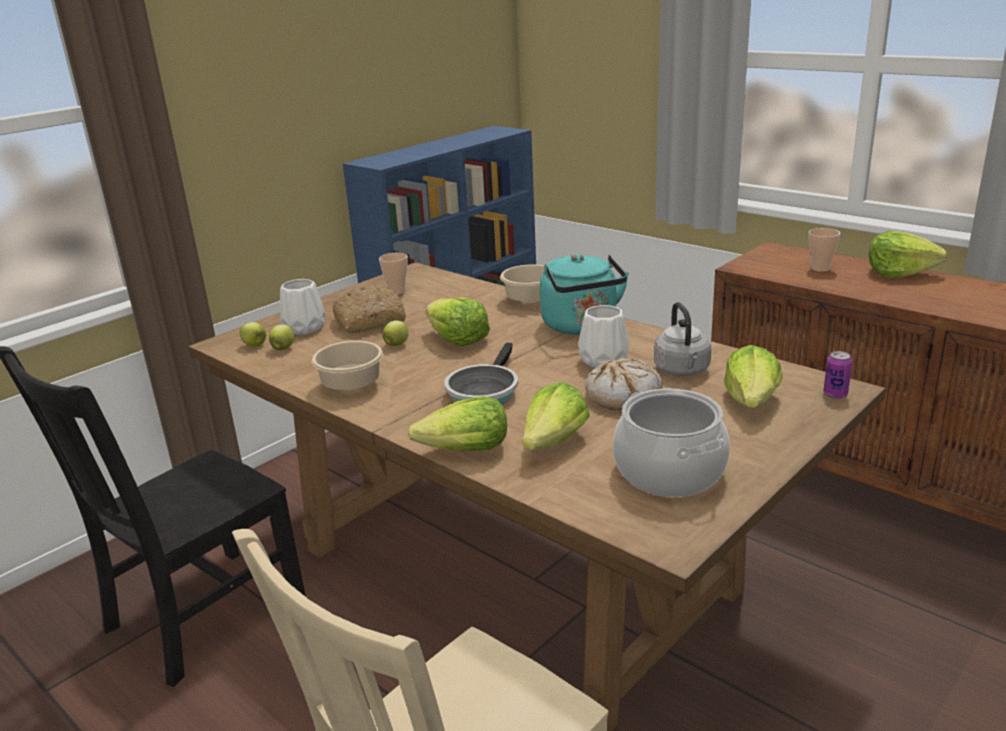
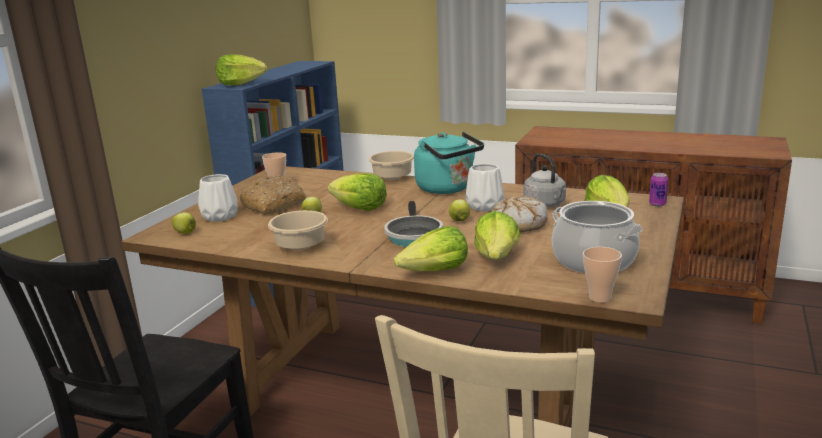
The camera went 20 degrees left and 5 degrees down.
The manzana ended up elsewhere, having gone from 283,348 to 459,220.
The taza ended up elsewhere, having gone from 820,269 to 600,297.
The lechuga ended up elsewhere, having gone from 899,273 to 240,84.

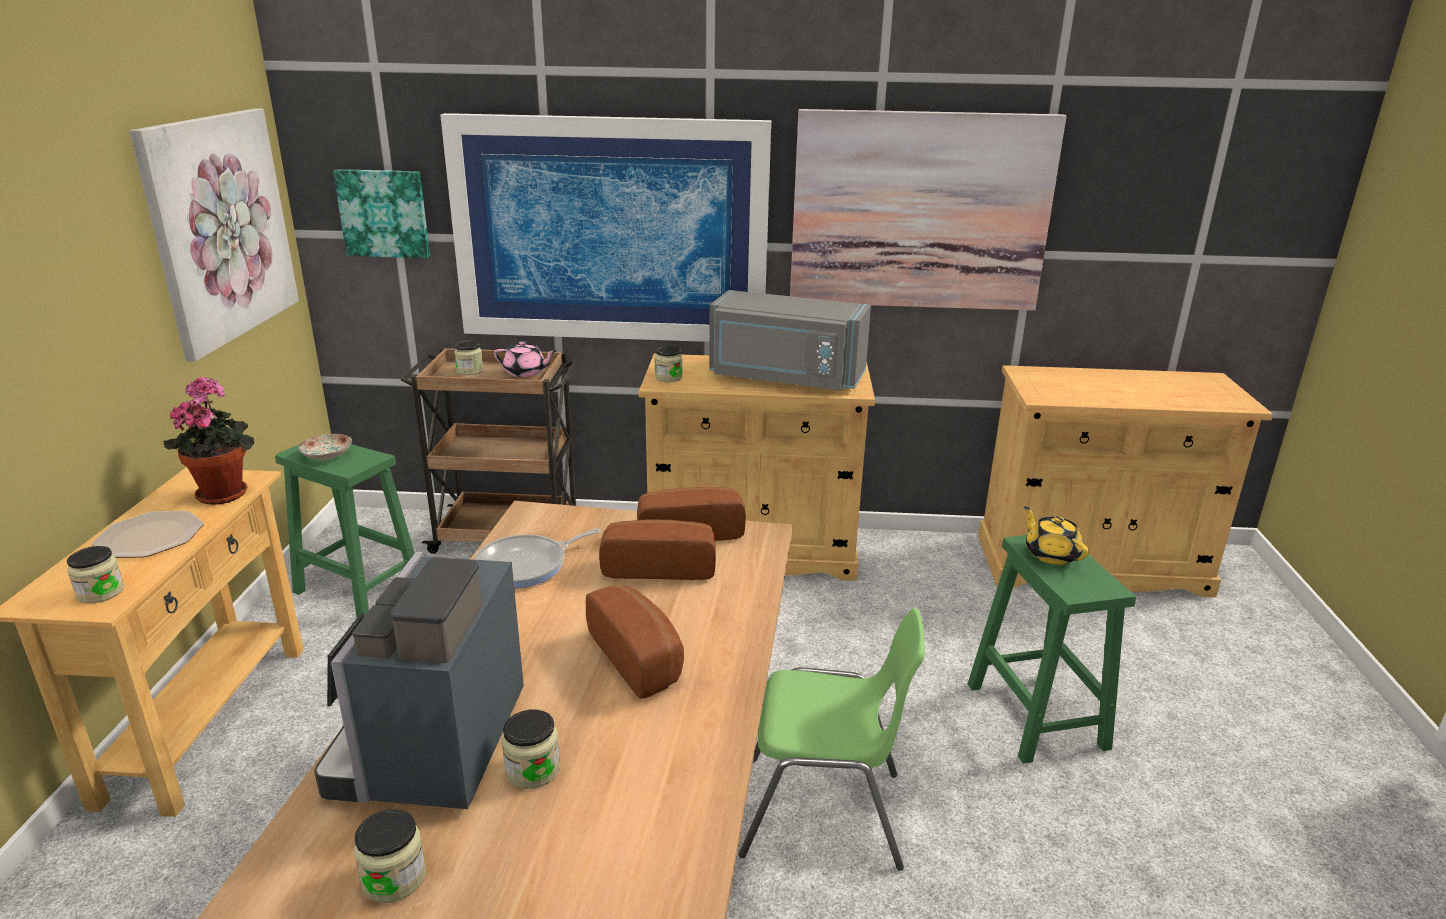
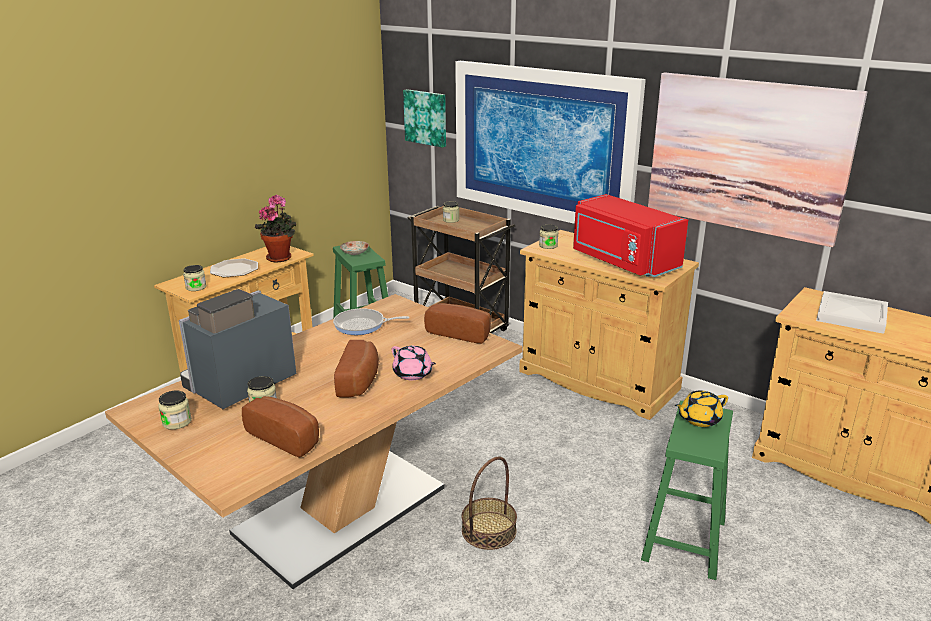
The camera went 35 degrees right and 0 degrees up.
The second view lost the cuadro at 220,228.
The tetera/rosa ended up elsewhere, having gone from 525,372 to 413,374.
The pan ended up elsewhere, having gone from 659,566 to 286,437.
What was the microondas/gris at 785,378 turned into the microondas/rojo at 622,261.
Where the silla/verde stood at 825,813, the cesta came to stand at 489,530.
The tetera/amarillo at 1051,554 ended up facing another way, 120 degrees counterclockwise from before.
The second view gained the bandeja/blanco at 850,315.

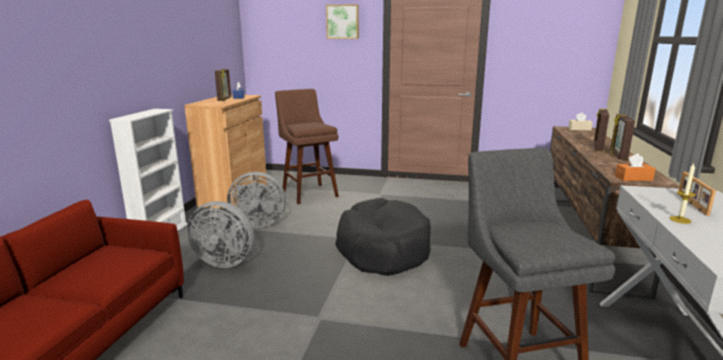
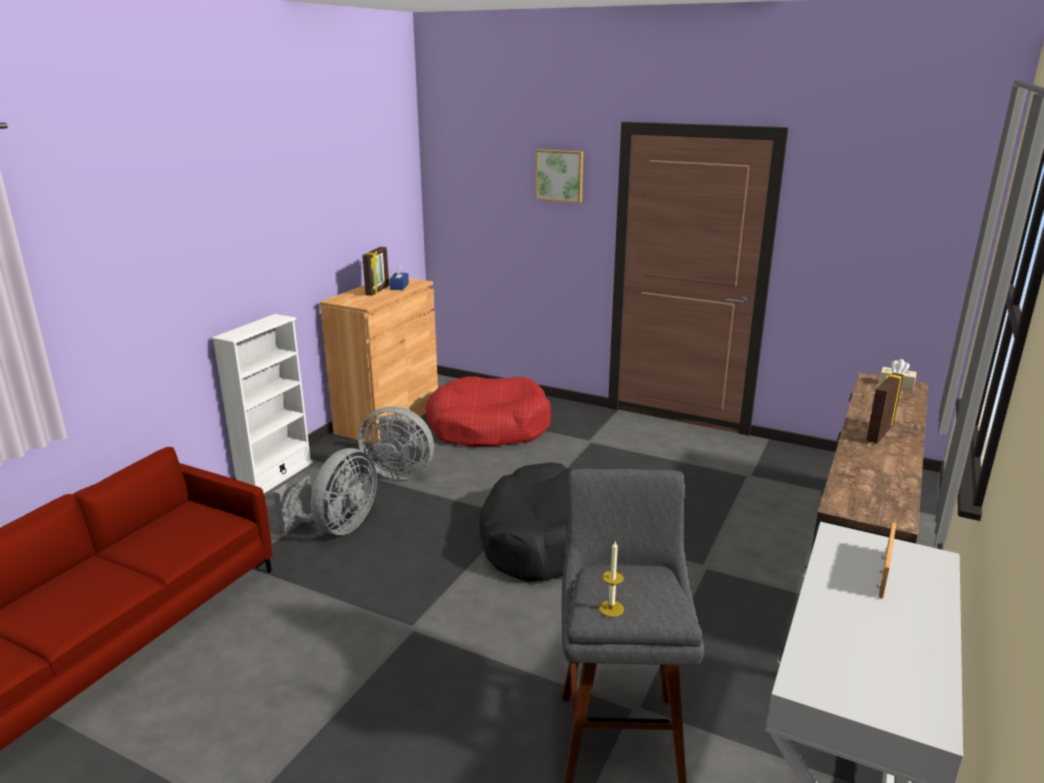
The camera went 15 degrees right and 5 degrees up.
The ventilador/gris at 226,261 ended up facing another way, 90 degrees counterclockwise from before.
Where the taburete/marrón stood at 308,193, the cama para perro/rojo came to stand at 488,427.
The second view lost the portarretratos at 617,156.
The second view lost the caja de pañuelos/naranja at 633,178.
The vela ended up elsewhere, having gone from 680,220 to 611,608.

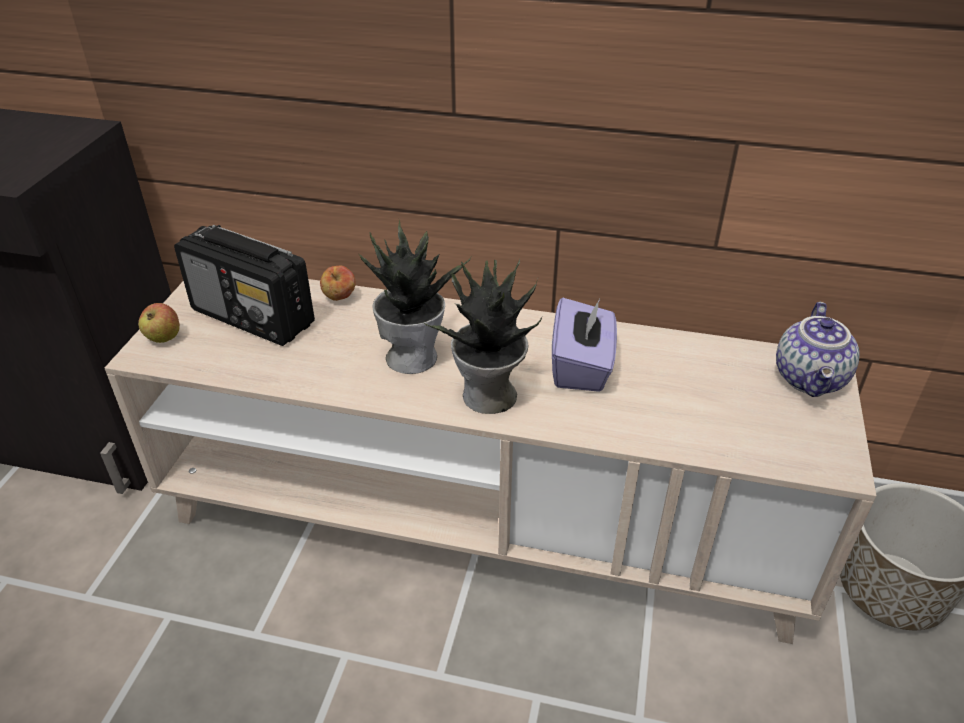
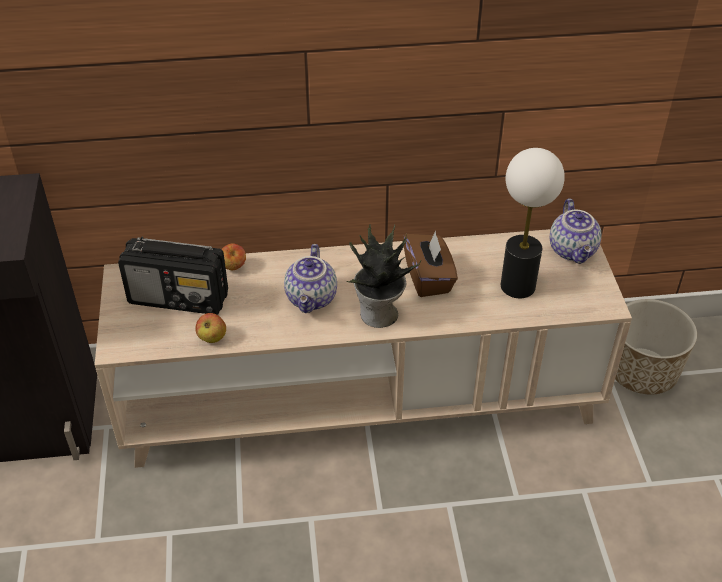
The camera went 20 degrees left and 5 degrees up.
The manzana ended up elsewhere, having gone from 164,338 to 212,338.
Where the planta en maceta stood at 413,356, the tetera came to stand at 312,299.
What was the caja de pañuelos/morado at 581,367 turned into the caja de pañuelos/marrón at 428,278.
The second view gained the lámpara de mesa at 517,286.

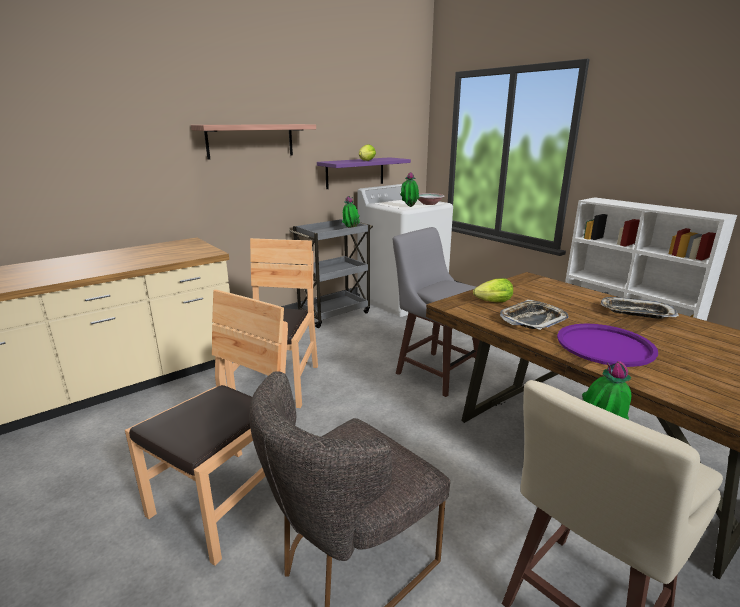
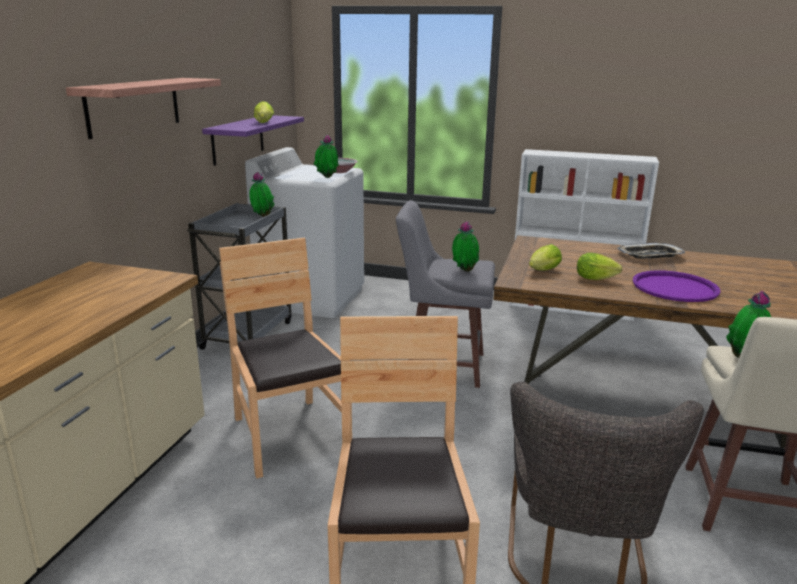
The camera went 35 degrees left and 0 degrees up.
Where the bandeja stood at 532,320, the lechuga came to stand at 597,279.
The second view gained the planta en maceta at 464,271.

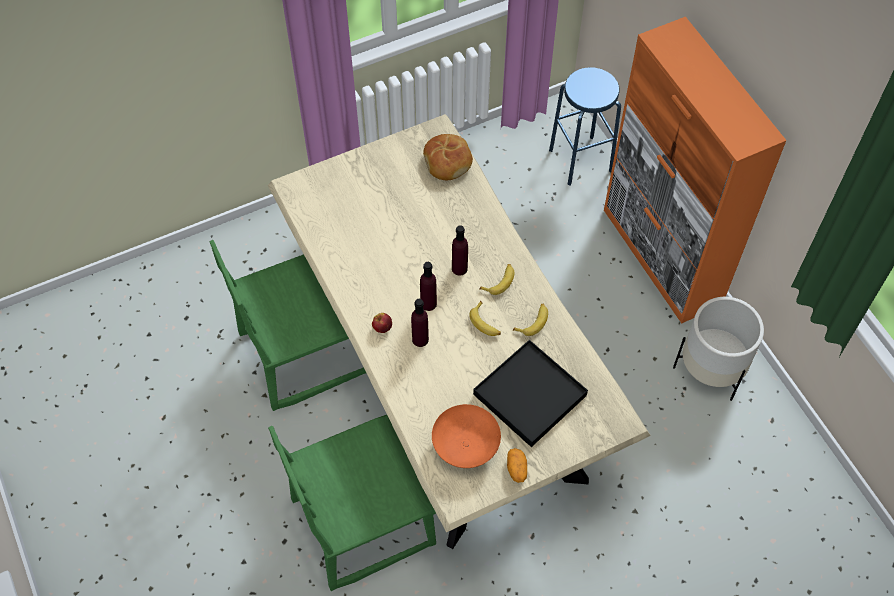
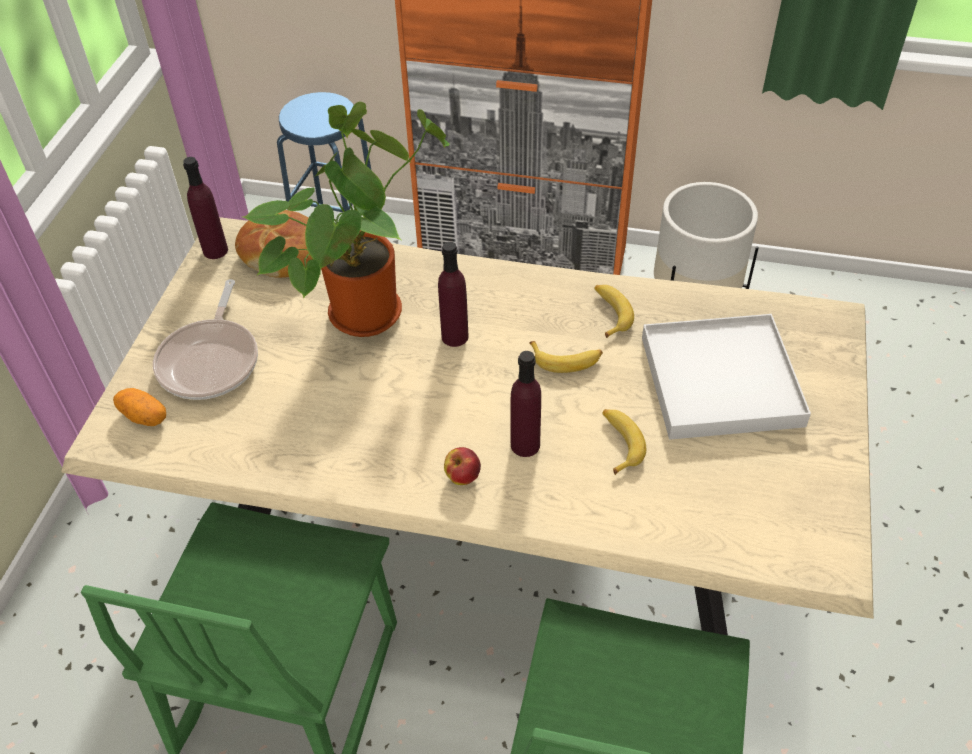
The camera went 50 degrees left and 10 degrees down.
The botella/morado ended up elsewhere, having gone from 428,303 to 215,250.
The second view lost the cuenco/naranja at 465,447.
What was the bandeja/negro at 529,395 turned into the bandeja/blanco at 720,381.
The plátano ended up elsewhere, having gone from 499,281 to 619,443.
The patata ended up elsewhere, having gone from 516,469 to 144,416.
The second view gained the sartén at 211,360.
The second view gained the planta en maceta at 365,307.

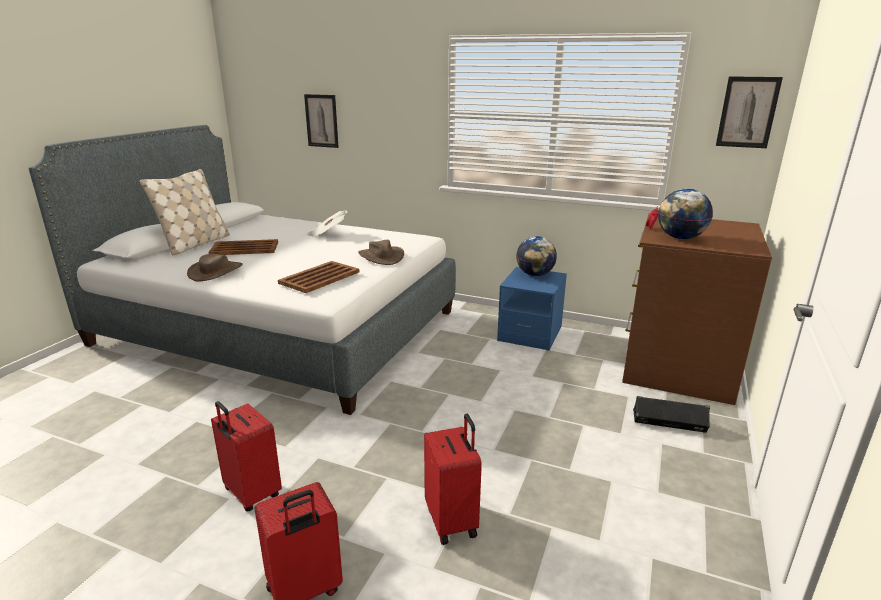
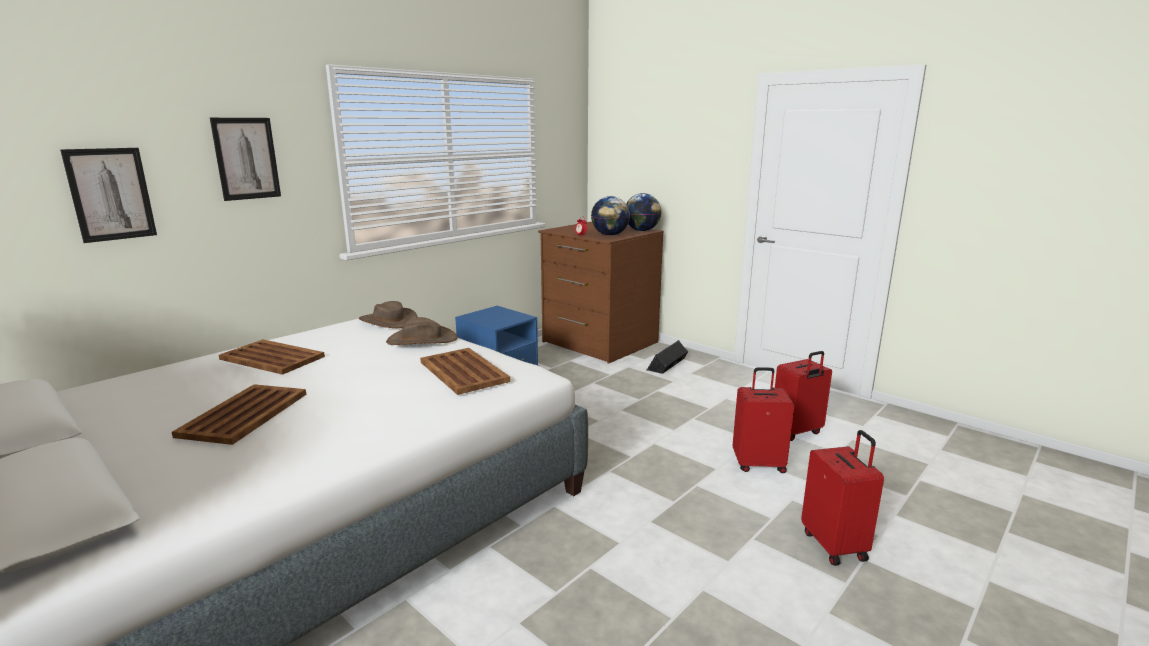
The camera went 70 degrees left and 5 degrees down.
The second view lost the cojín/beis at 195,244.
The sombrero/marrón ended up elsewhere, having gone from 216,271 to 388,321.
The maleta/rojo ended up elsewhere, having gone from 251,494 to 797,432.
Where the periódico stood at 327,234, the bandeja/marrón came to stand at 272,358.
The globo terráqueo ended up elsewhere, having gone from 534,275 to 642,230.
The cuadro ended up elsewhere, having gone from 747,112 to 246,158.

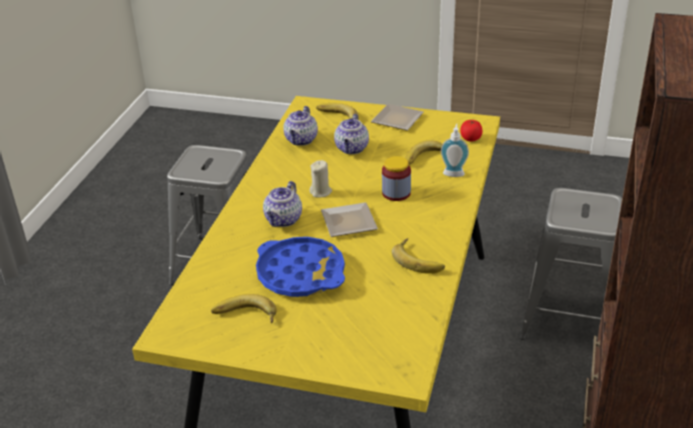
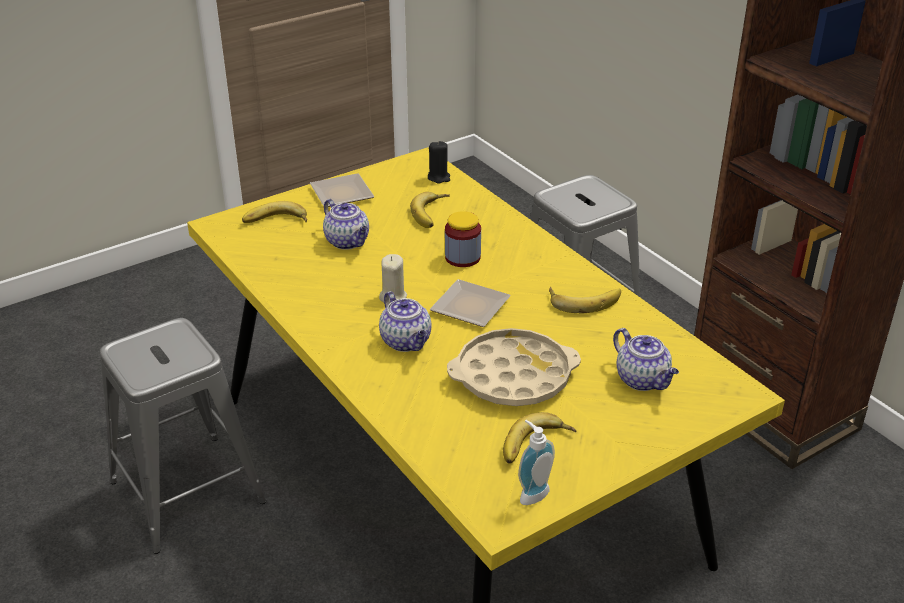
The camera went 50 degrees left and 0 degrees up.
What was the bandeja/azul at 301,273 turned into the bandeja/beis at 513,376.
The tetera ended up elsewhere, having gone from 301,140 to 643,380.
The dispensador de jabón ended up elsewhere, having gone from 453,172 to 531,493.
Where the tomate stood at 470,138, the vela/negro came to stand at 439,177.

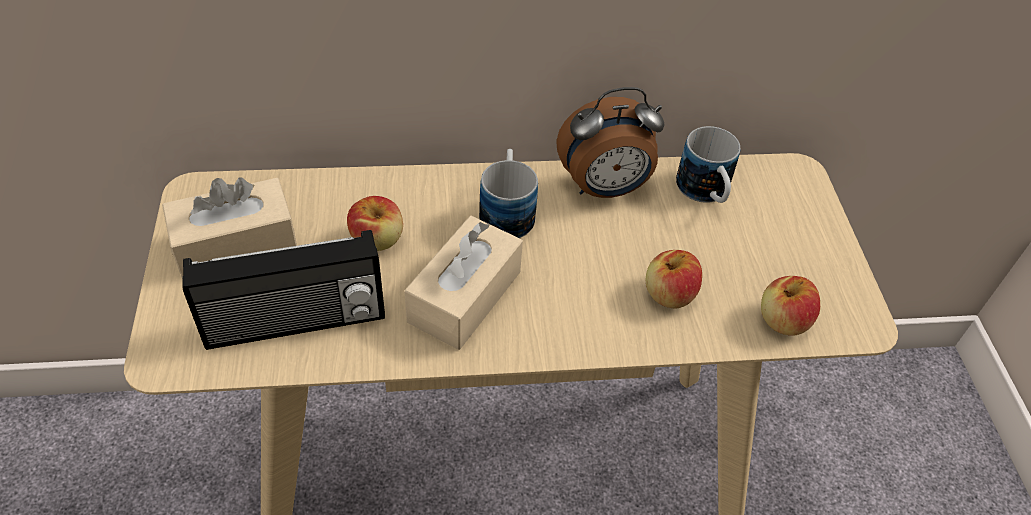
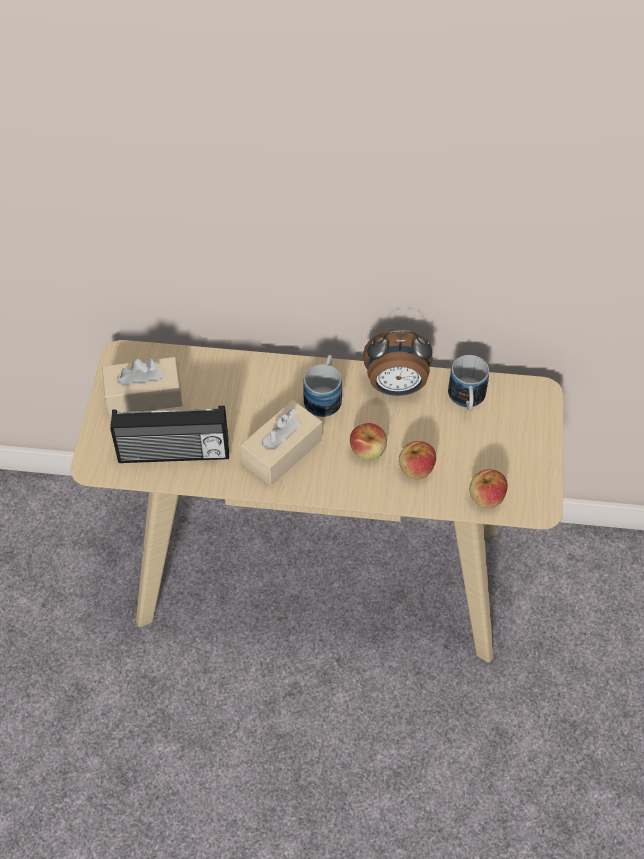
The camera went 15 degrees right and 5 degrees up.
The manzana ended up elsewhere, having gone from 377,239 to 368,450.

